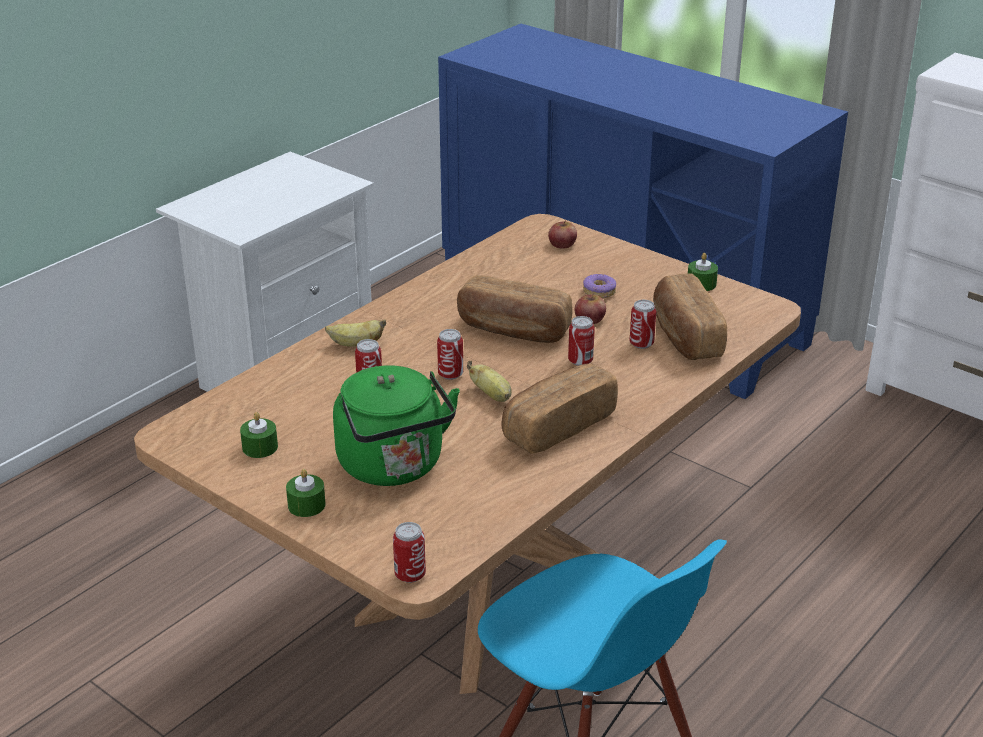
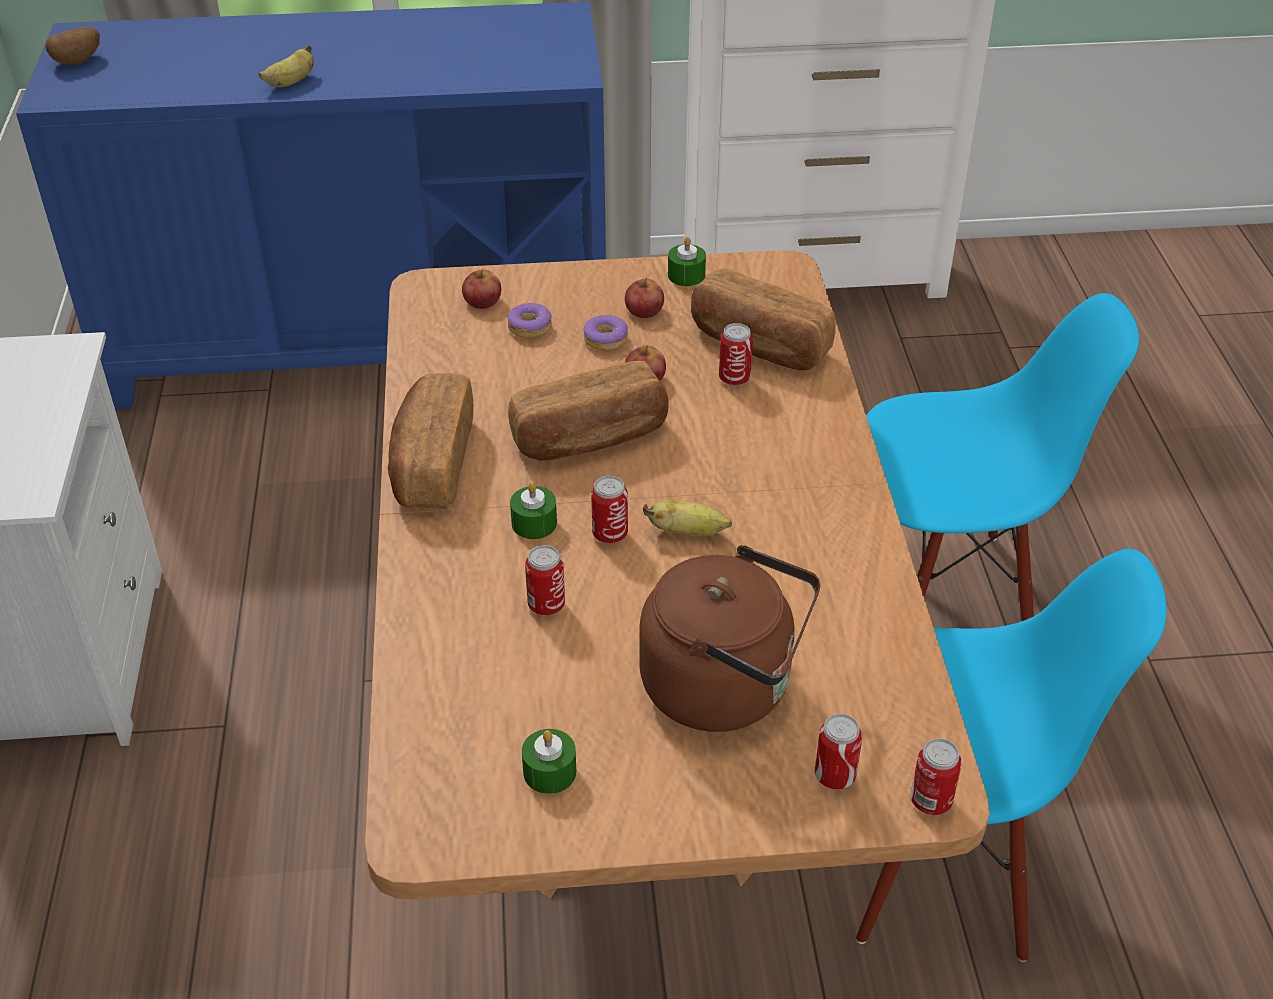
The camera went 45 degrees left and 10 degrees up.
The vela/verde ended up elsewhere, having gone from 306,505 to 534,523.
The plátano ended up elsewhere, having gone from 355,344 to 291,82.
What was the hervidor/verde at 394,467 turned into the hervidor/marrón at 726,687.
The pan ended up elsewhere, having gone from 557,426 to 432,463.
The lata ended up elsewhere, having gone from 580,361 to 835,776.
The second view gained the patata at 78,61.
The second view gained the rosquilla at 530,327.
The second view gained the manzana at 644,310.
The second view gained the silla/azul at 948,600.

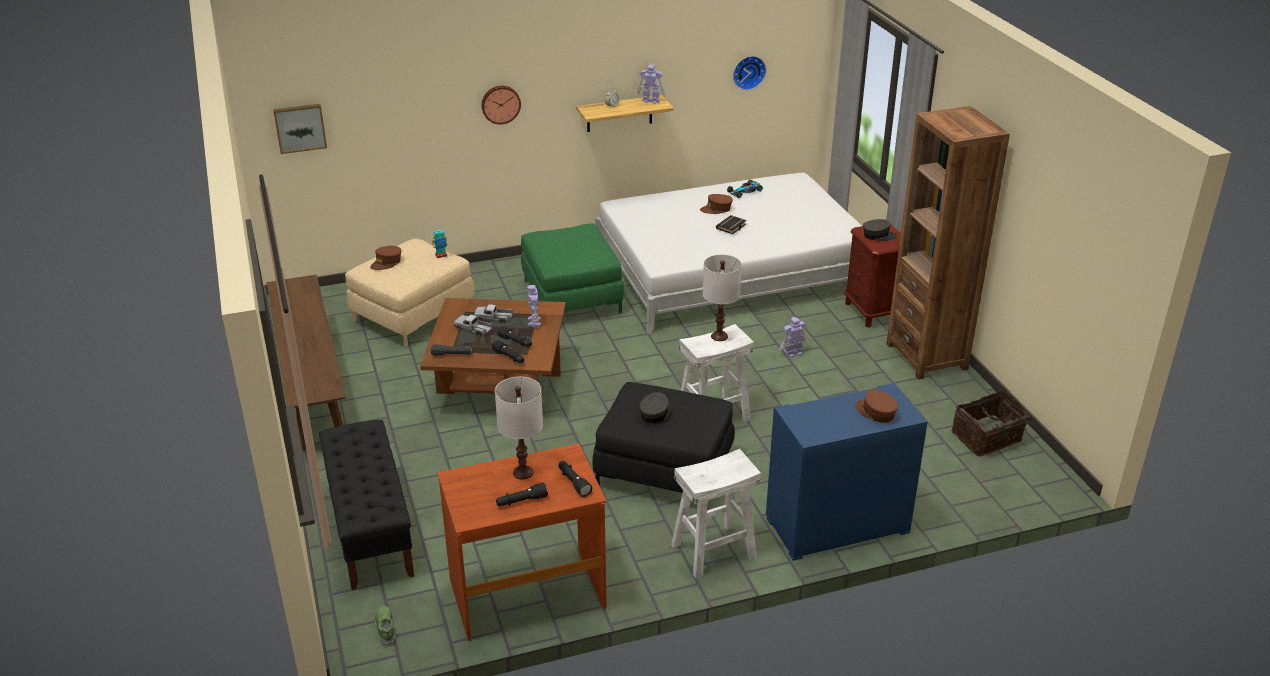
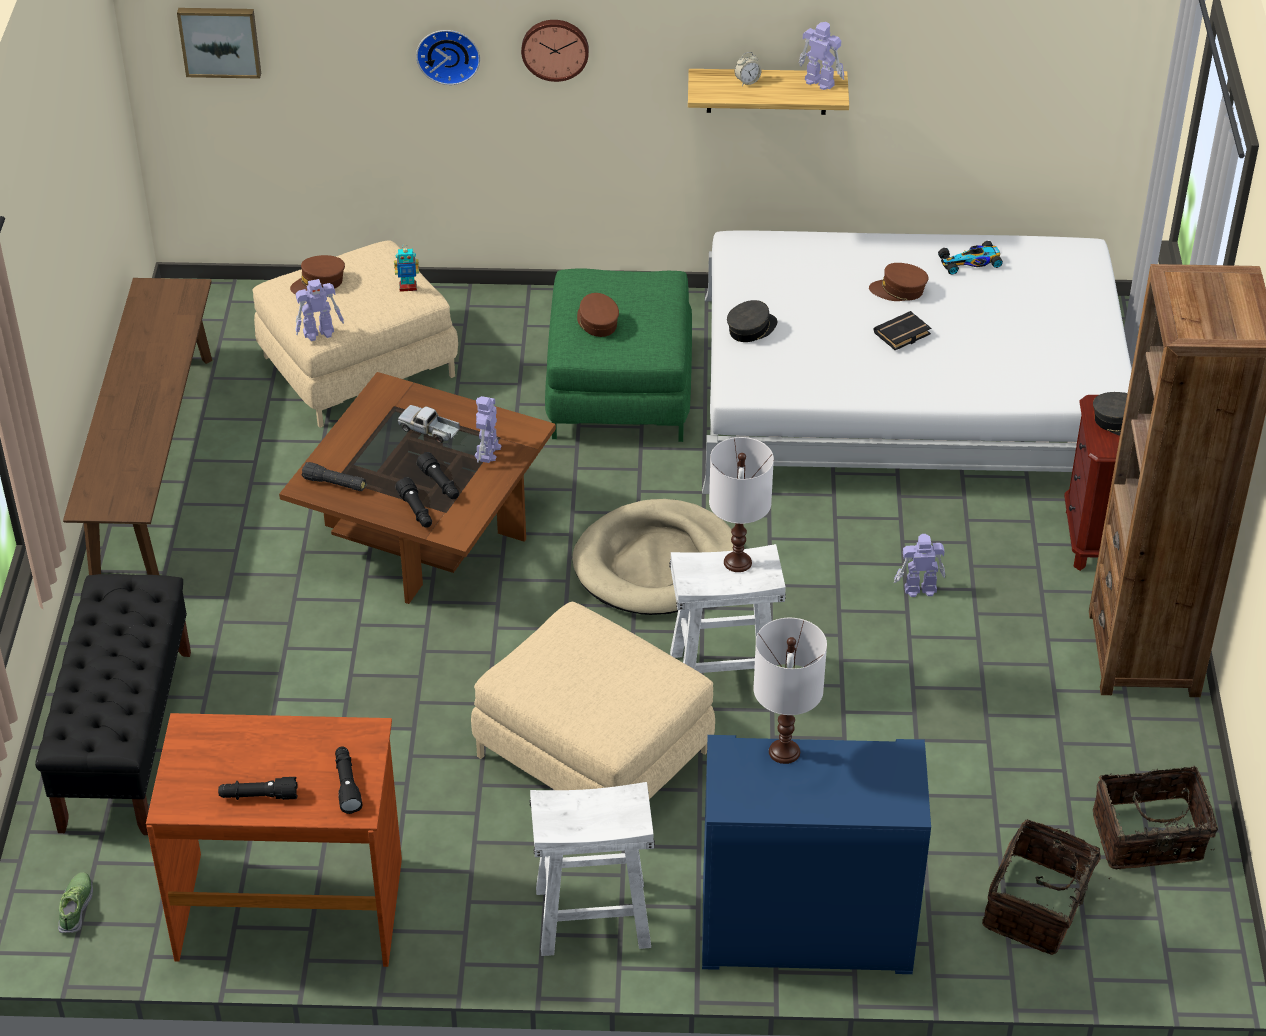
The camera went 20 degrees right and 10 degrees up.
The second view lost the camión de juguete at 473,329.
The lámpara de mesa/blanco ended up elsewhere, having gone from 523,473 to 784,752.
What was the puf/negro at 662,470 turned into the puf/beis at 591,754.
The gorra/gris ended up elsewhere, having gone from 655,413 to 751,329.
The reloj de pared ended up elsewhere, having gone from 748,72 to 448,54.
The gorra/marrón ended up elsewhere, having gone from 875,412 to 597,322.
The second view gained the robot de juguete at 319,332.
The second view gained the cama para perro/beis at 656,564.
The second view gained the cesta at 1038,908.

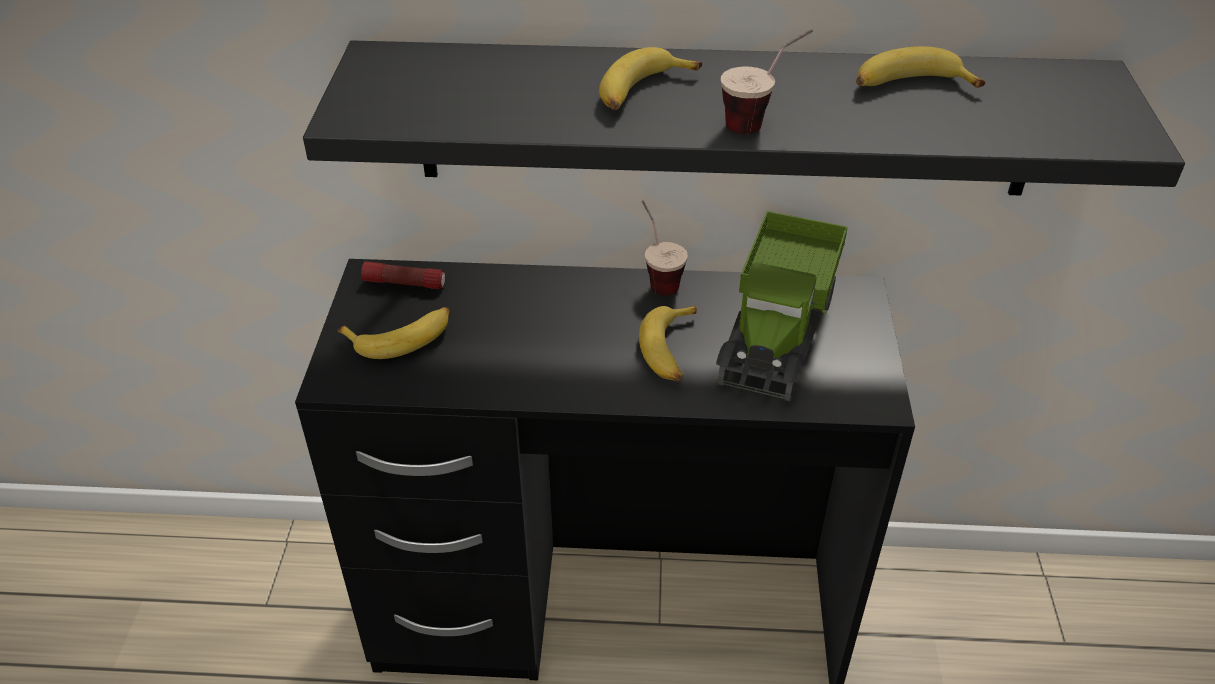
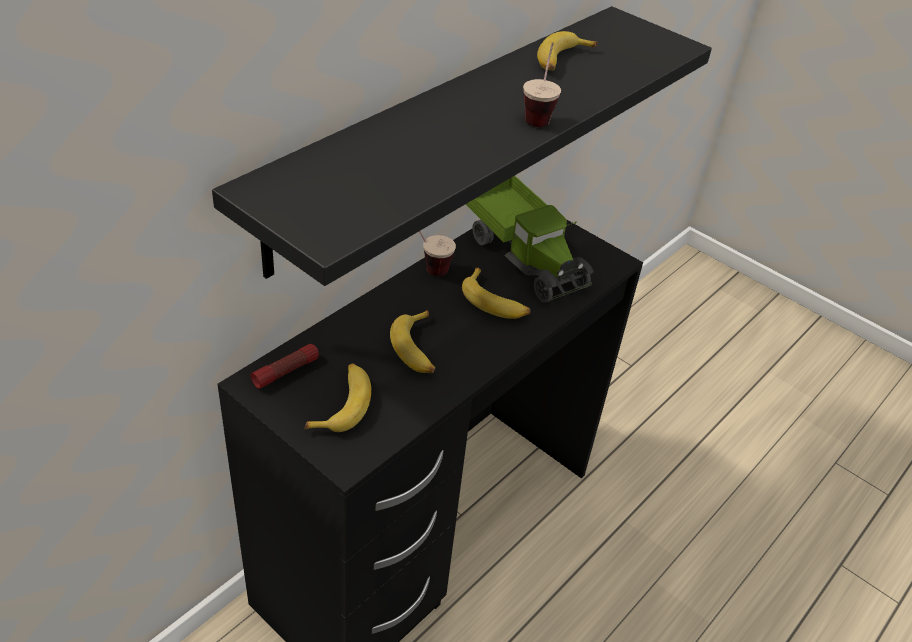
The camera went 55 degrees left and 0 degrees up.
The plátano ended up elsewhere, having gone from 642,92 to 417,349.

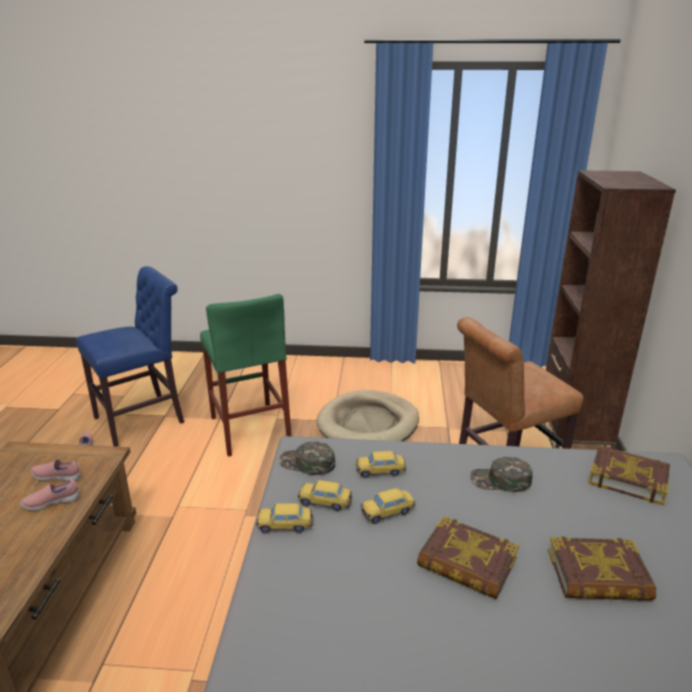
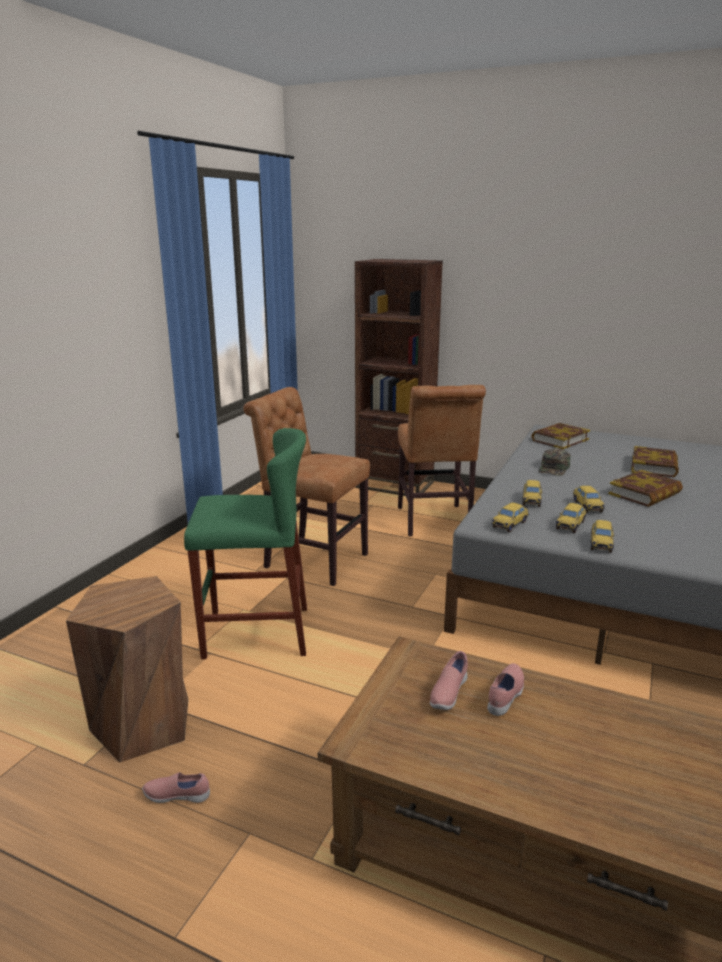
The camera went 70 degrees left and 5 degrees down.
The zapato/rosa at 51,503 ended up facing another way, 150 degrees counterclockwise from before.
Where the silla/azul stood at 144,419, the taburete/marrón came to stand at 143,724.
Where the gorra/verde stood at 307,463, the coche de juguete came to stand at 510,524.
Where the cama para perro/beis stood at 368,424, the silla/marrón came to stand at 311,560.

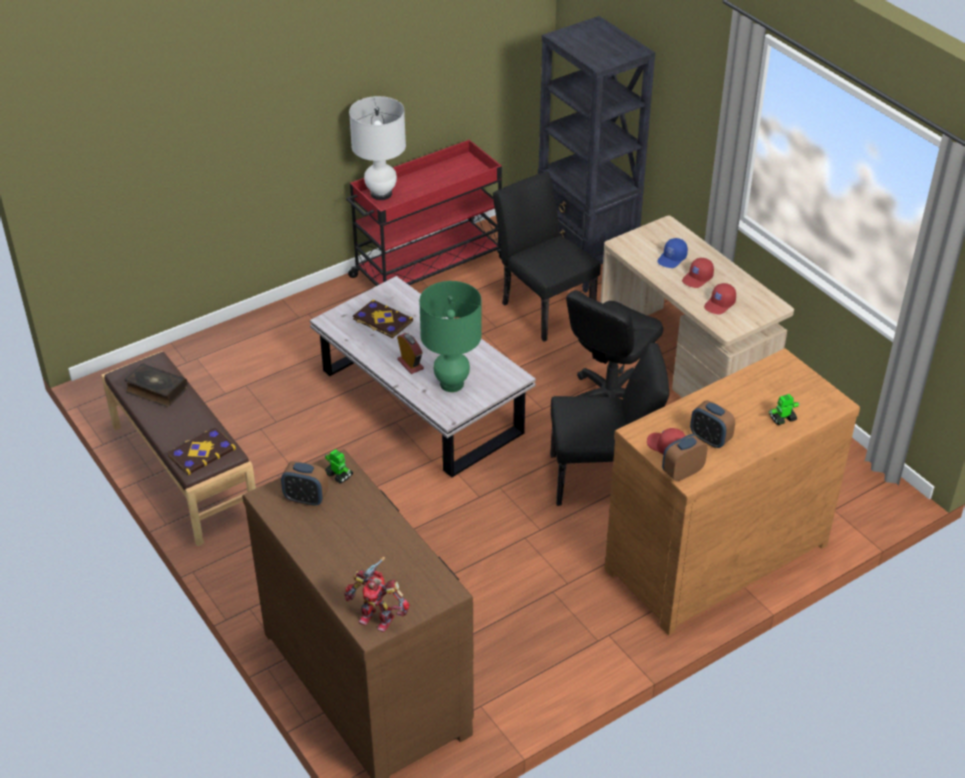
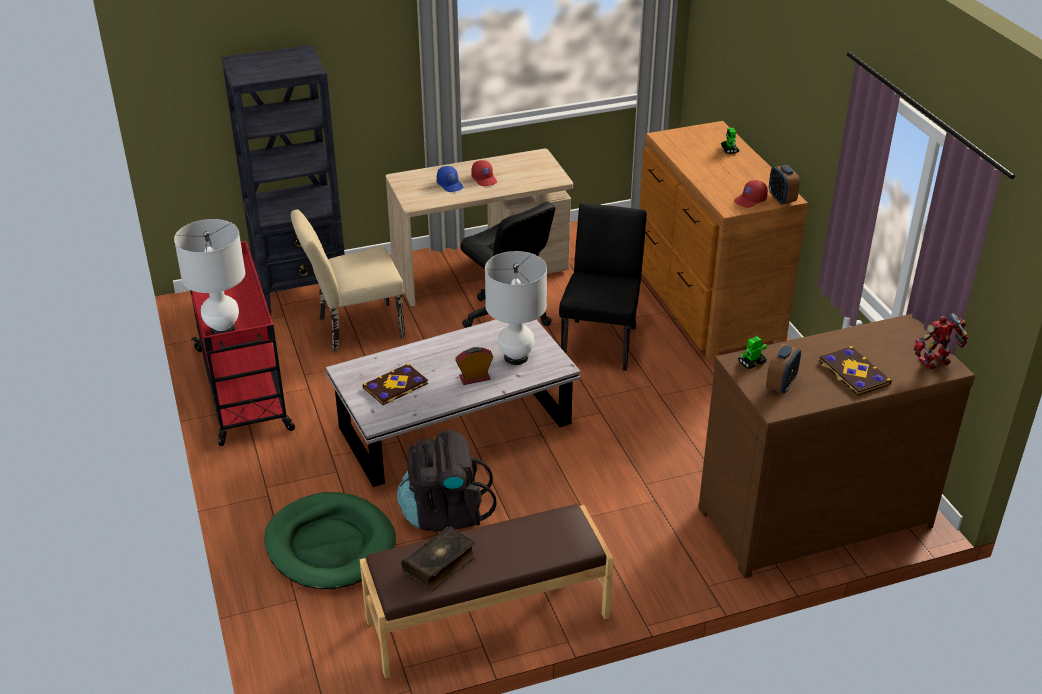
The camera went 75 degrees left and 5 degrees down.
The libro ended up elsewhere, having gone from 201,452 to 853,373.
The robot de juguete at 377,617 ended up facing another way, 150 degrees counterclockwise from before.
What was the lámpara de mesa/verde at 452,384 turned into the lámpara de mesa/blanco at 516,357.
What was the silla/negro at 543,307 turned into the silla/beis at 354,329.
The second view lost the despertador at 710,439.
The second view lost the gorra/rojo at 720,304.
The second view gained the cama para perro/verde at 330,545.
The second view gained the mochila/negro at 445,513.

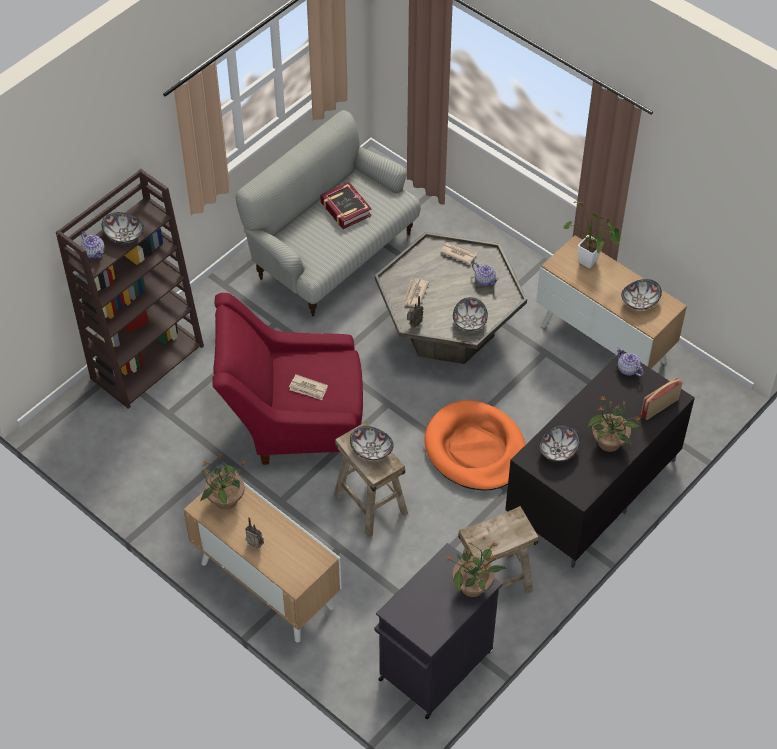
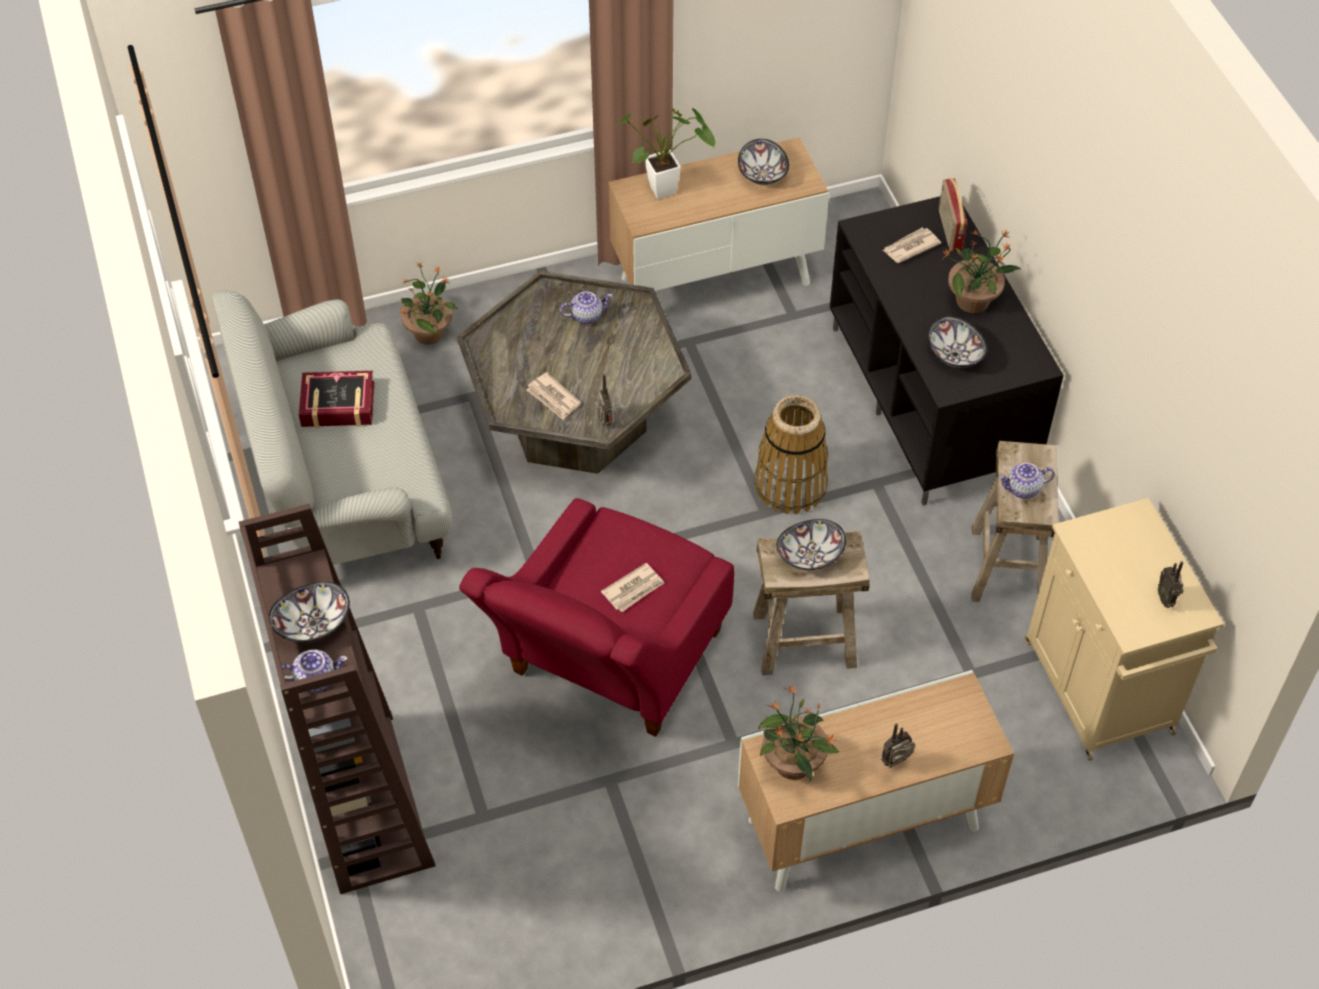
The camera went 60 degrees left and 0 degrees up.
What was the armario/negro at 434,667 turned into the armario/beis at 1100,690.
Where the cama para perro/naranja stood at 475,449, the cesta came to stand at 790,485.
The periódico ended up elsewhere, having gone from 458,253 to 910,247.
The planta en maceta ended up elsewhere, having gone from 473,586 to 430,332.
The second view lost the cuenco at 470,322.
The tetera ended up elsewhere, having gone from 627,369 to 1023,489.
The second view gained the radio at 1166,599.

